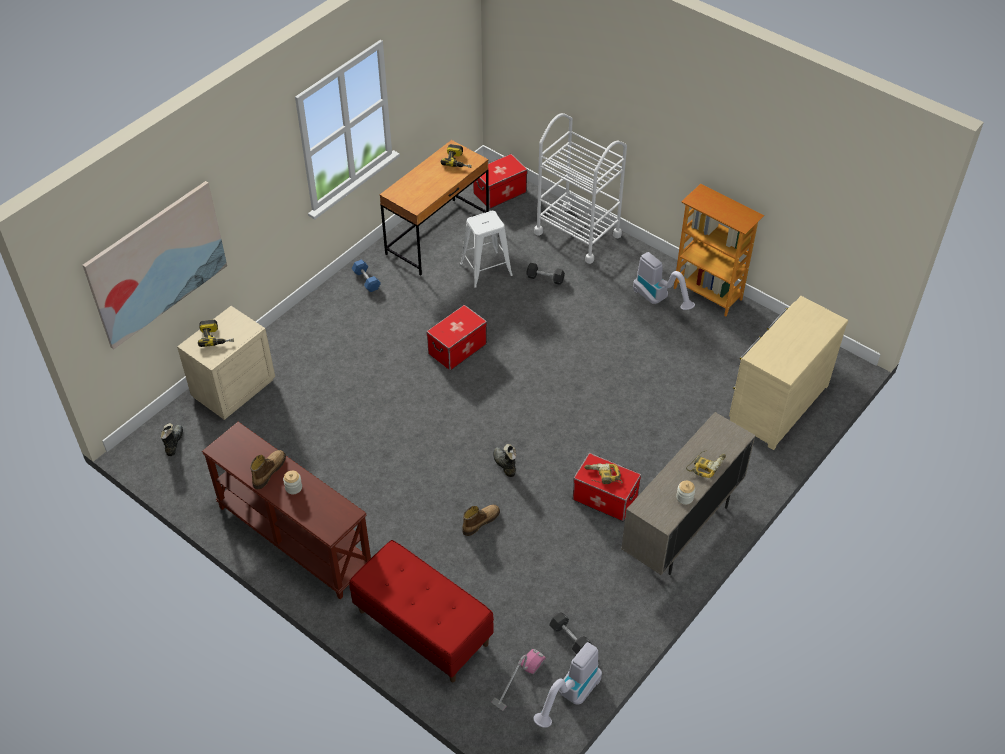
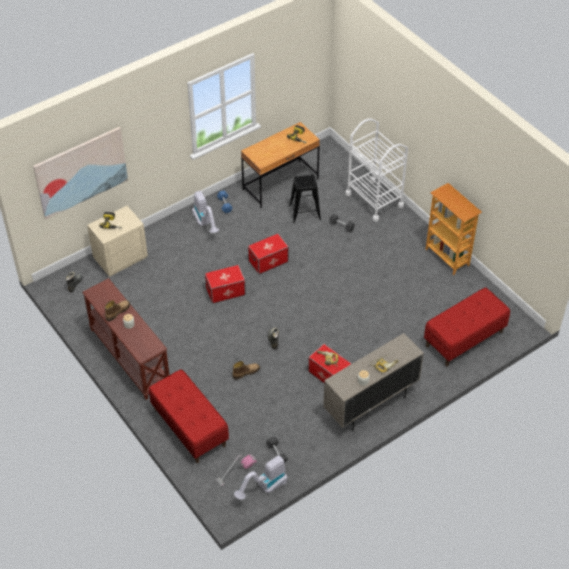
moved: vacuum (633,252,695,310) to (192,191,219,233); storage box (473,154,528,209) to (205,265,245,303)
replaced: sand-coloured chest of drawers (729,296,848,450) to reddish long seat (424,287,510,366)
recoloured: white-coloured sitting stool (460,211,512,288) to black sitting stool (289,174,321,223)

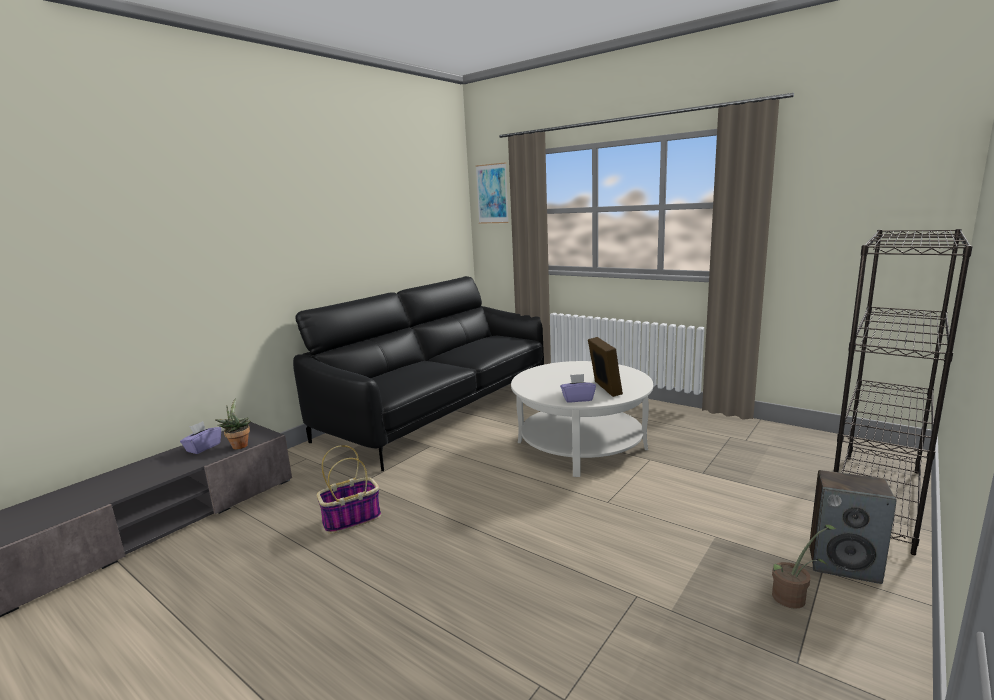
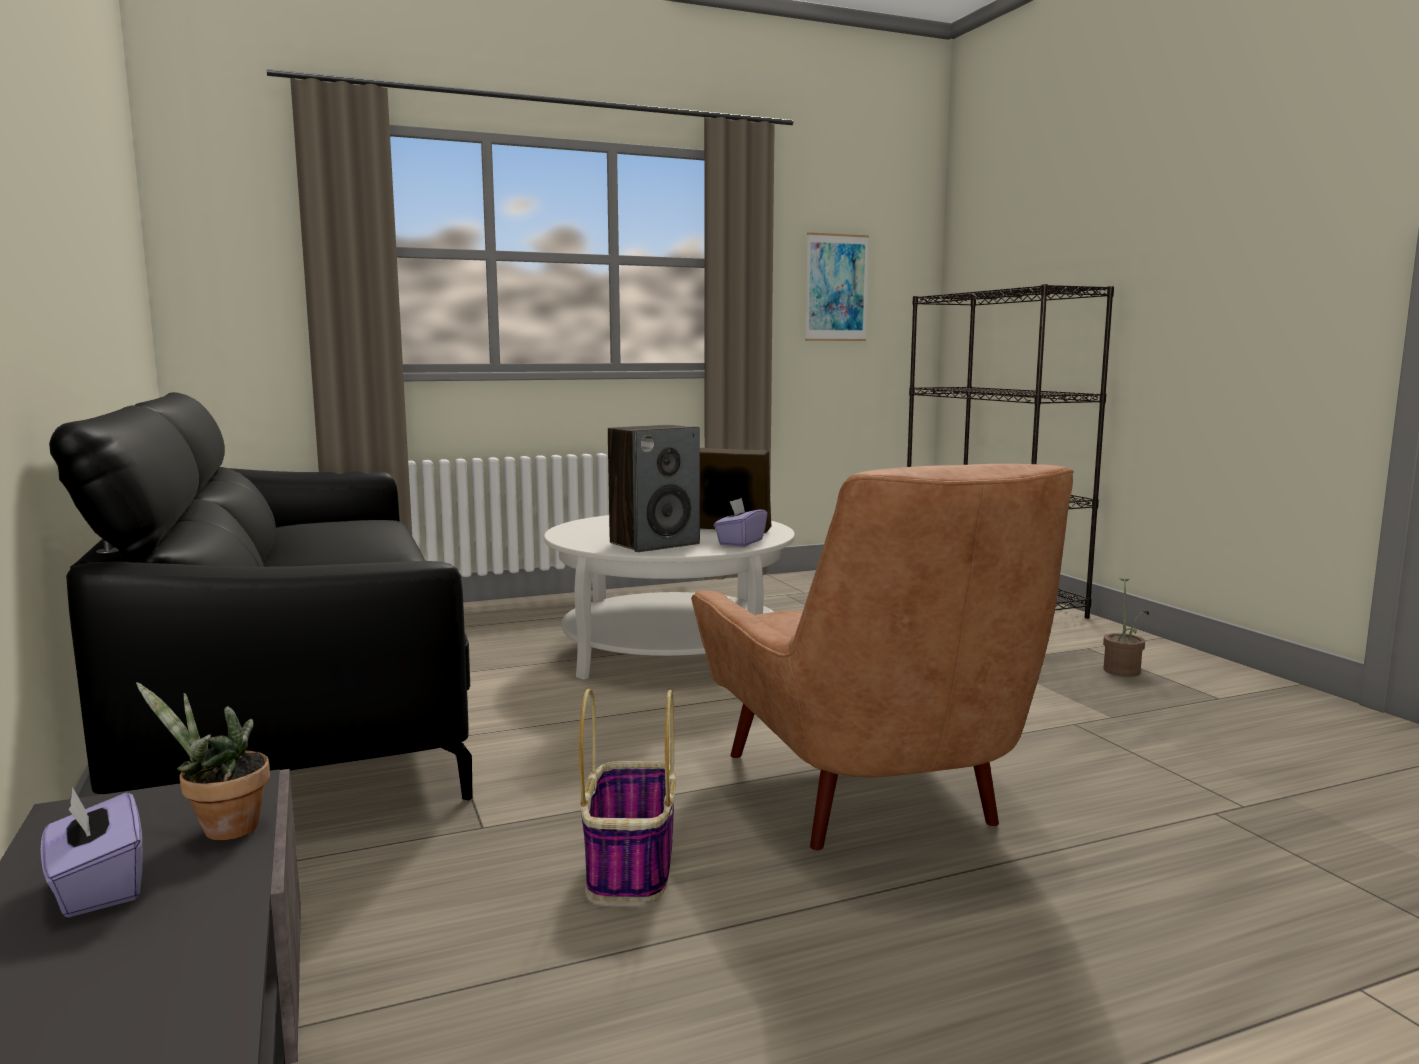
added: brown-coloured armchair (691,464,1074,850)
moved: audio speaker (809,470,897,584) to (608,425,700,552); wall picture (476,162,509,224) to (805,232,869,341)

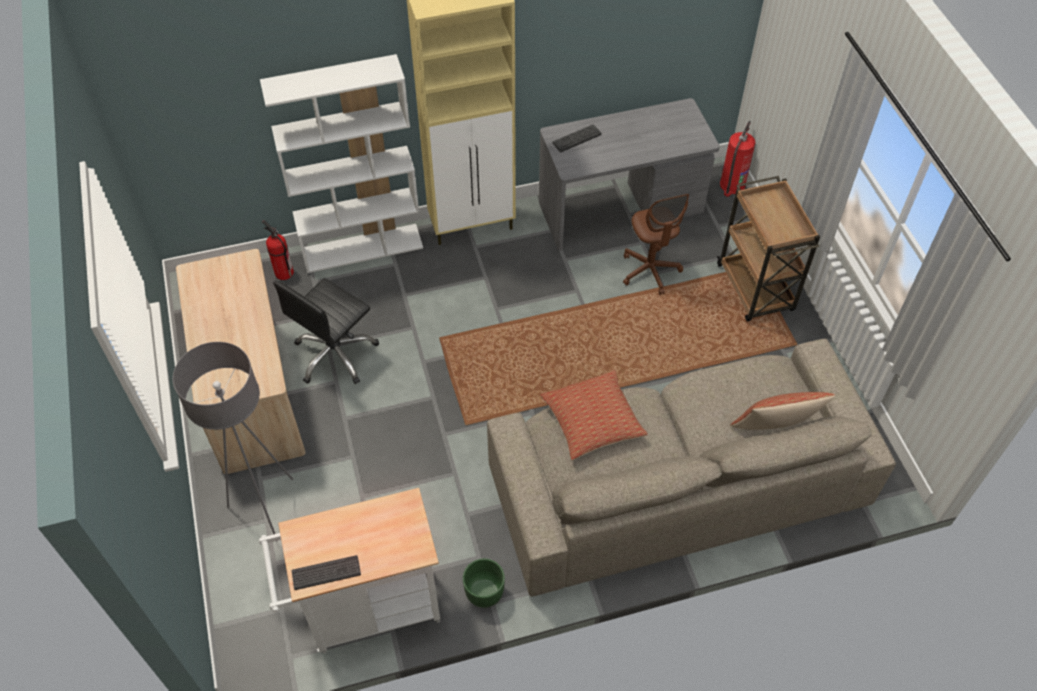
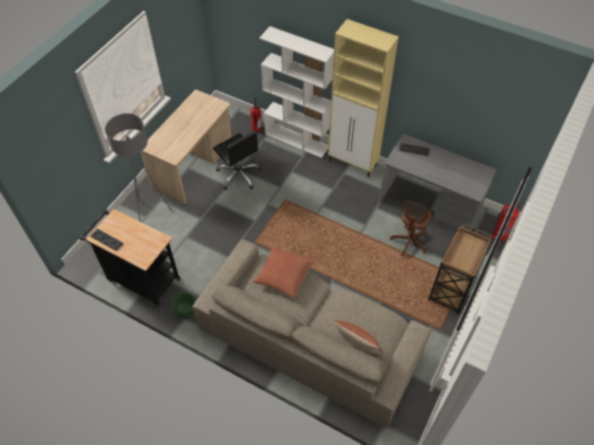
recoloured: white-coloured wheeled cart (259,488,440,654) to black wheeled cart (79,209,181,307)
turned: black computer chair (273,278,379,384) = (213,131,262,190) 120 degrees counterclockwise

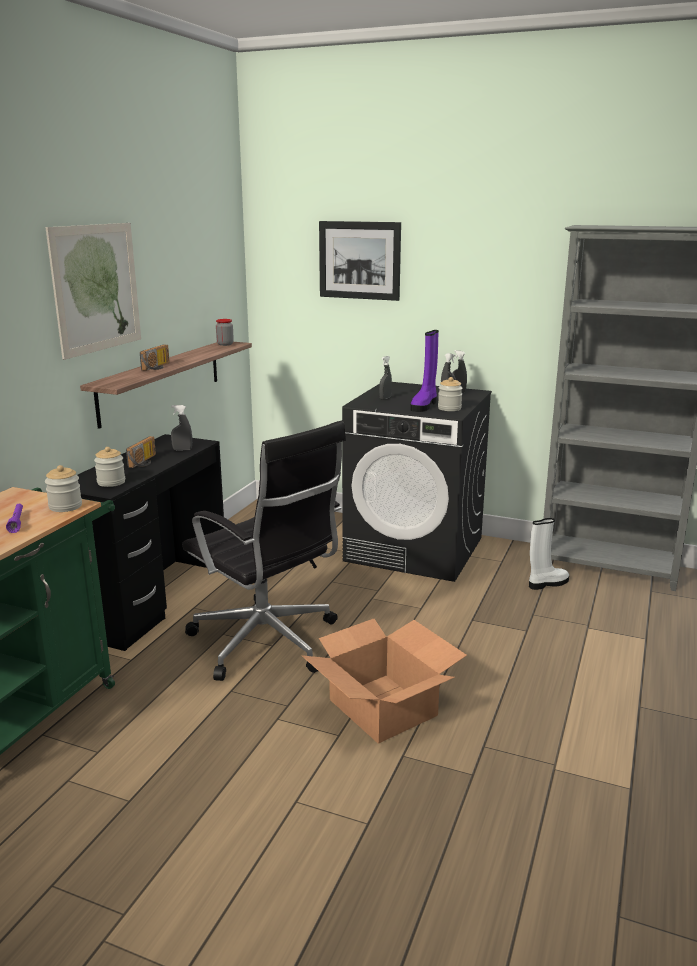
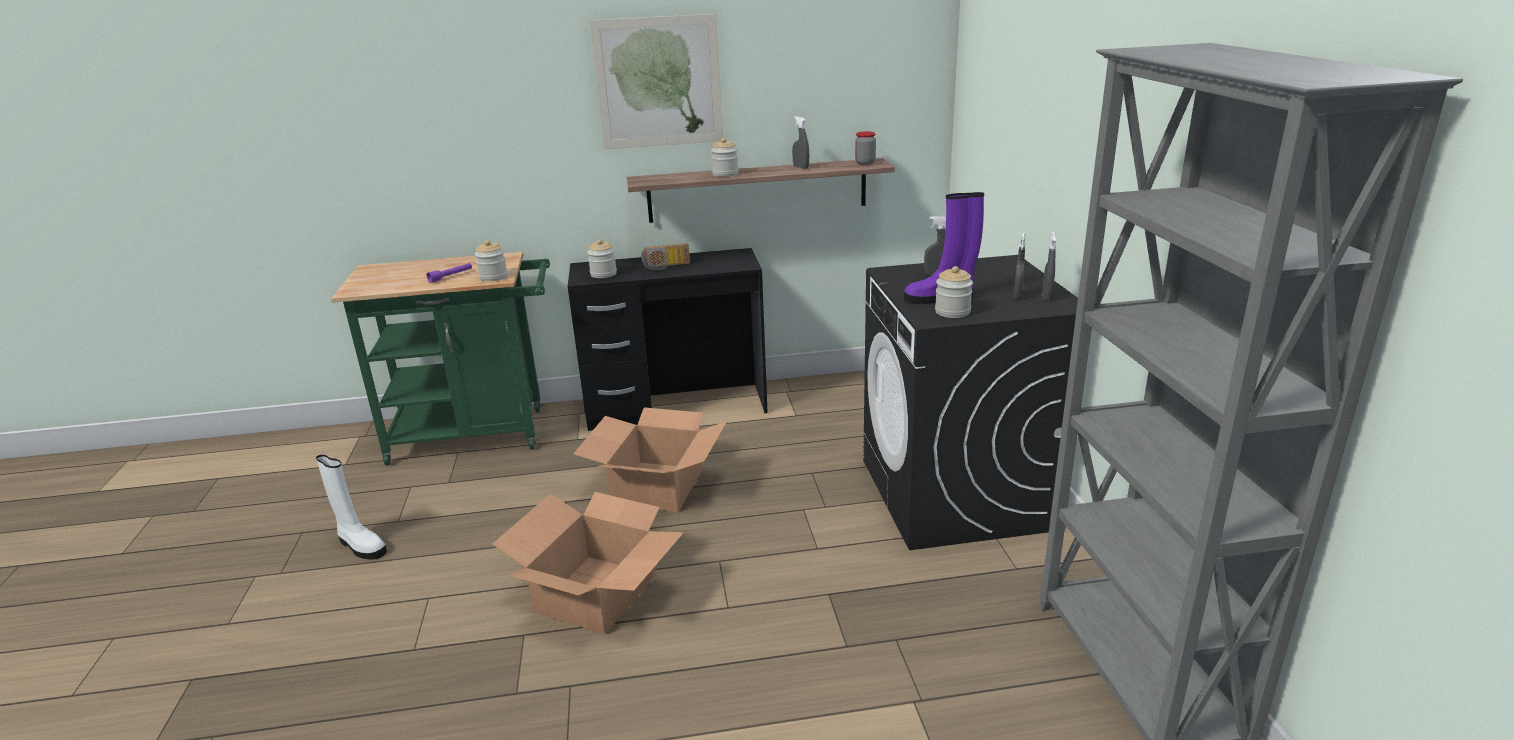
removed: wall picture (319,221,401,301)
moved: white-coloured boot (529,518,569,590) to (316,455,387,560); grey hand sprayer (171,405,192,451) to (792,116,809,169)
replaced: black computer chair (182,421,346,681) to cardboard box (573,407,728,512); radio set (140,344,170,371) to jar (711,138,739,177)

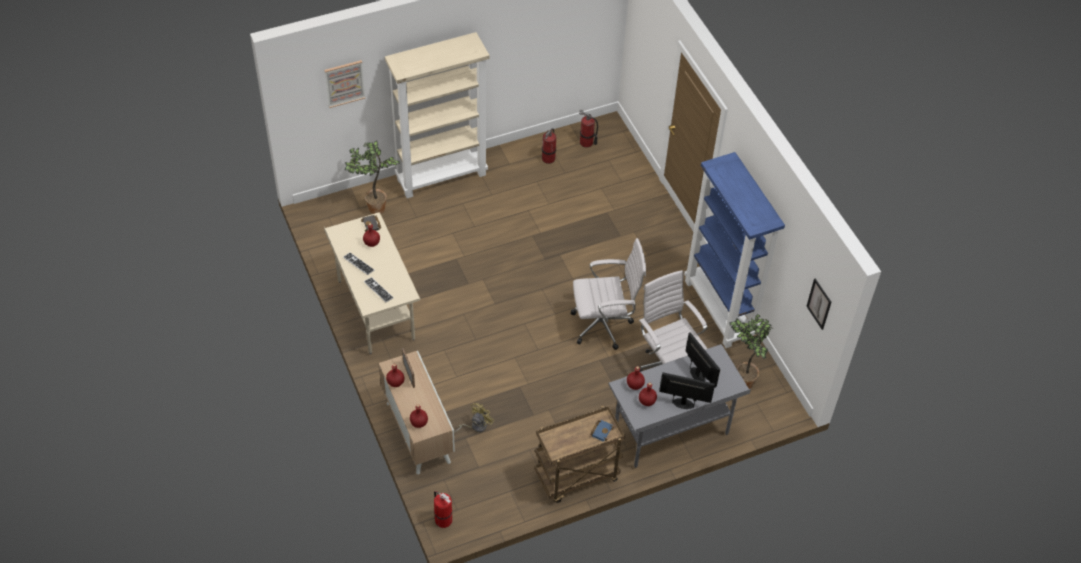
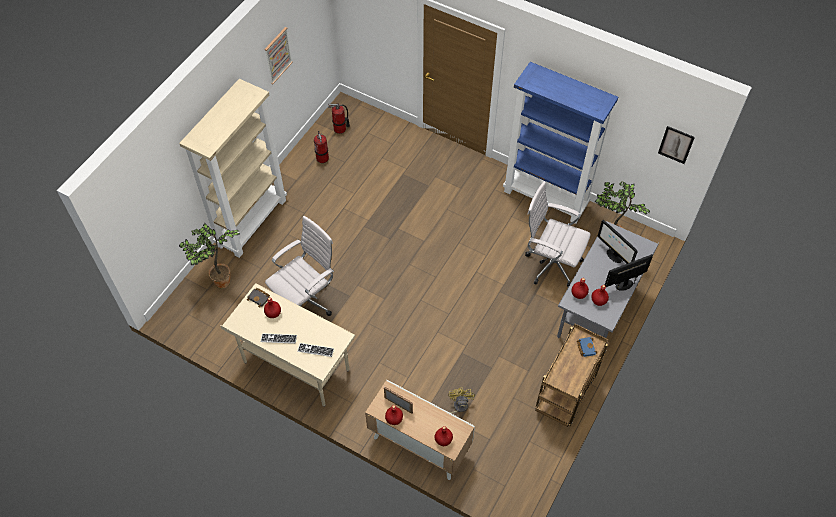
removed: fire-fighting cylinder (434,491,452,528)
moved: wall picture (324,60,365,108) to (265,27,293,84); white-coloured computer chair (571,238,646,350) to (265,216,334,316)
turned: computer display (685,332,720,388) = (597,220,638,264) 150 degrees counterclockwise

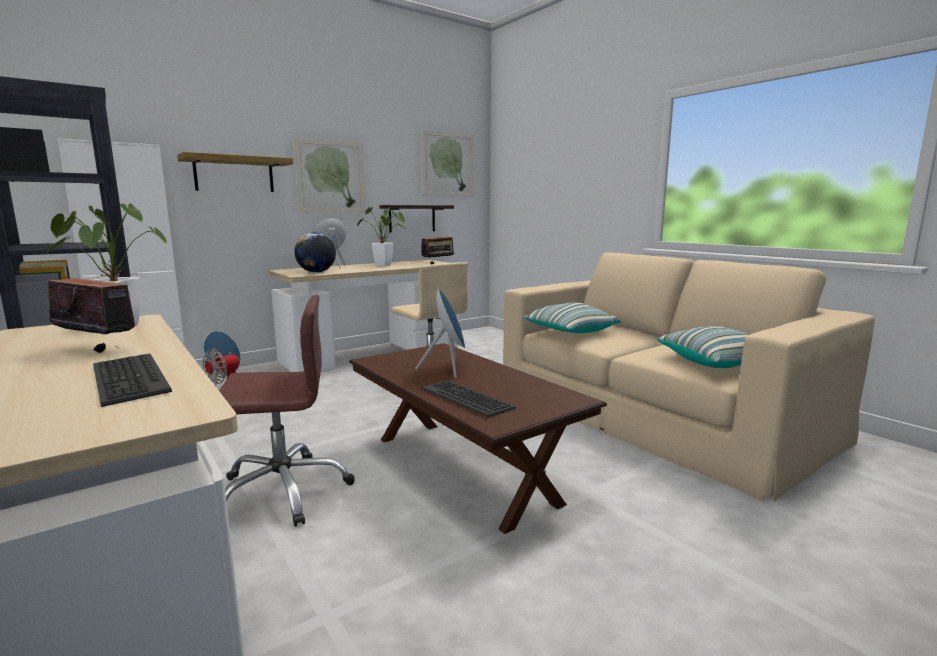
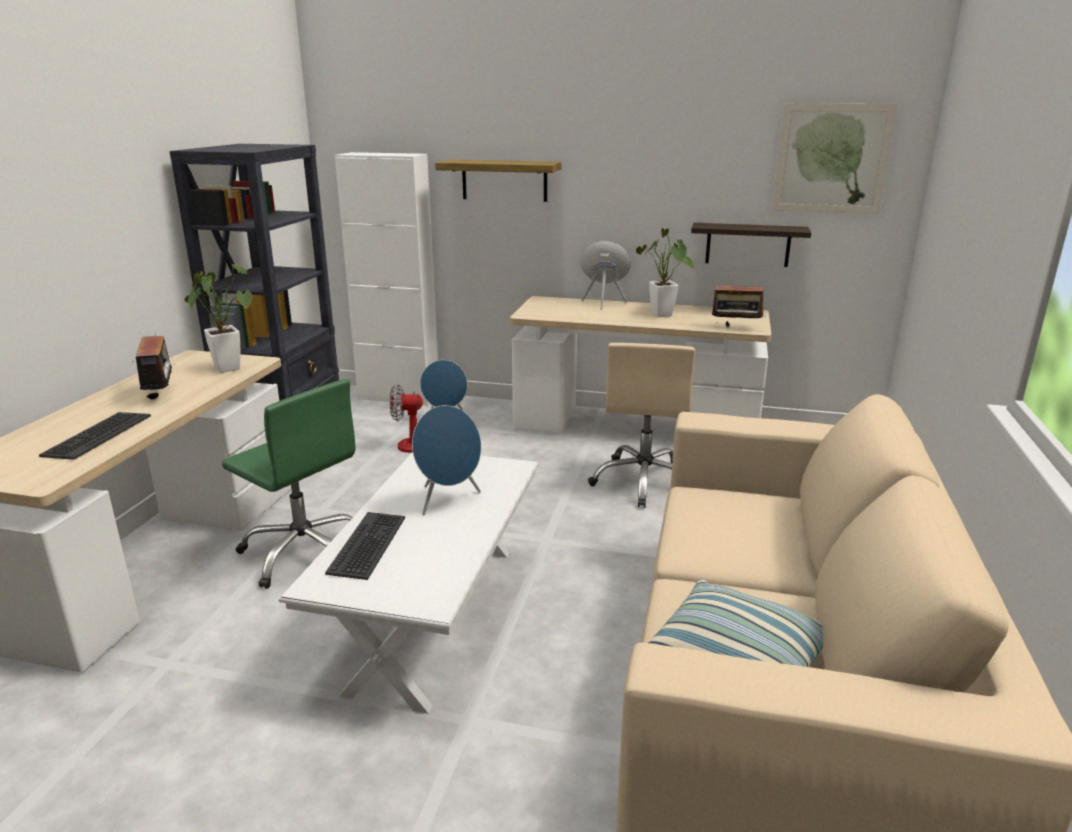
removed: wall picture (294,137,366,214); desk globe (294,232,336,273); throw pillow (522,302,622,333)
recoloured: brown-coloured computer chair (219,295,355,527) to greenish computer chair (222,379,356,589); brown-coloured lounge table (349,343,607,534) to white-coloured lounge table (279,452,539,714)

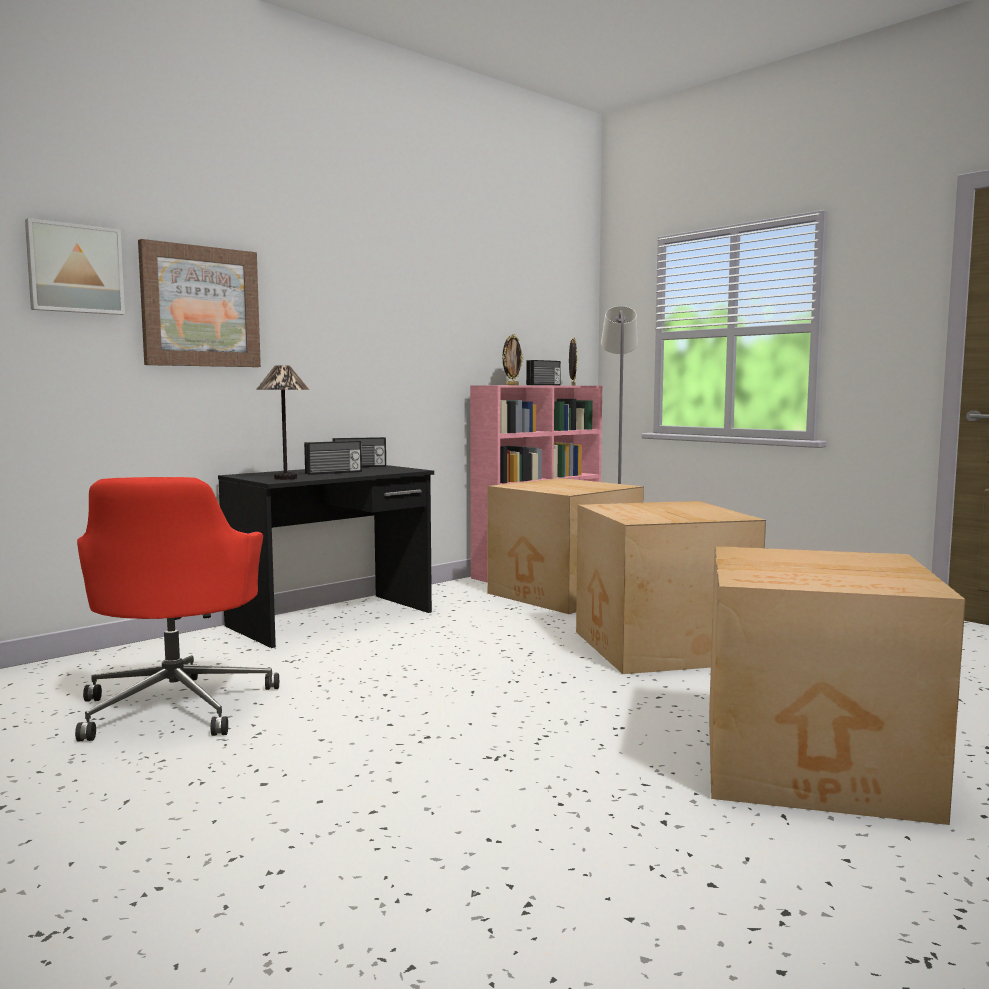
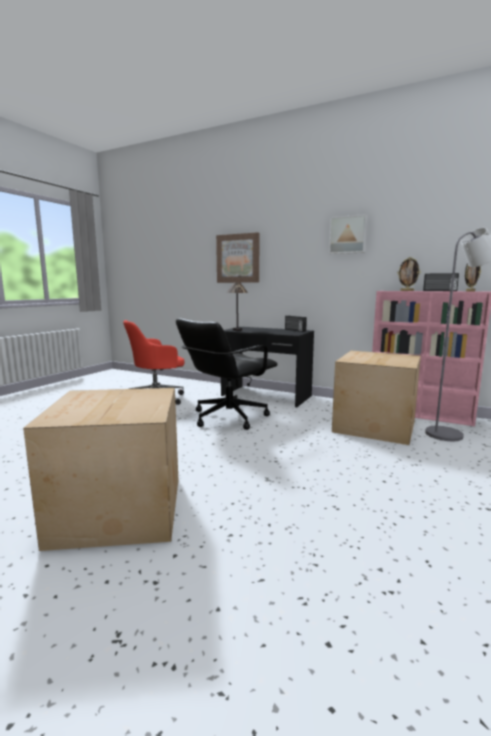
removed: radio set (304,441,362,475); cardboard box (576,501,766,674)
added: black computer chair (176,318,278,430)
moved: wall picture (25,218,125,315) to (329,214,368,254)

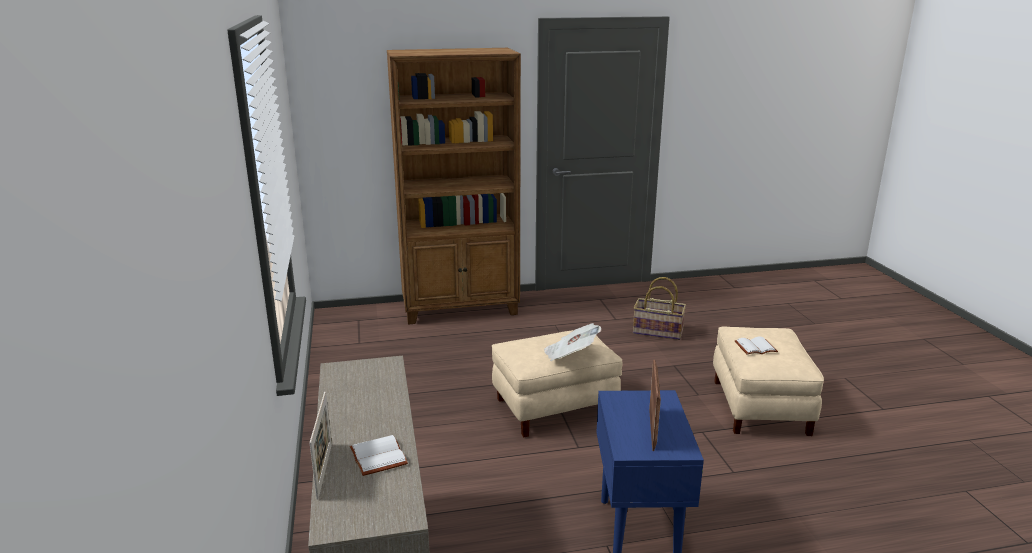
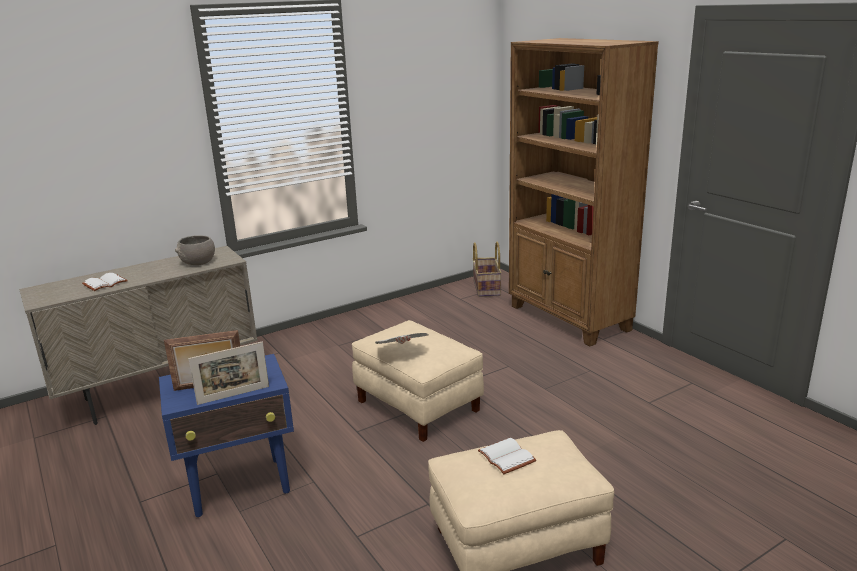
added: grey serving bowl (175,235,215,265)
moved: standing frame (309,392,332,500) to (188,342,269,405); household basket (633,277,686,340) to (473,242,502,297)

